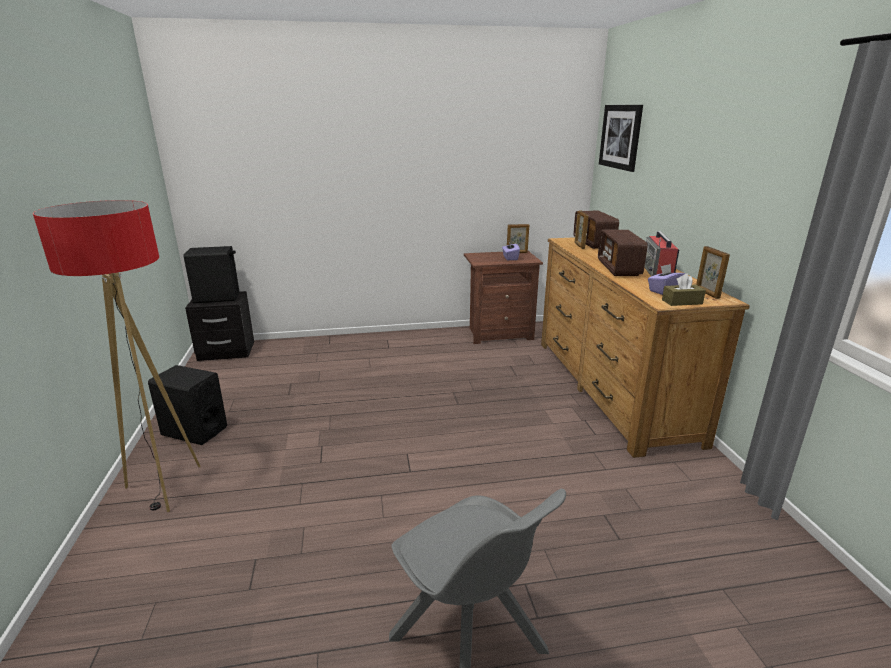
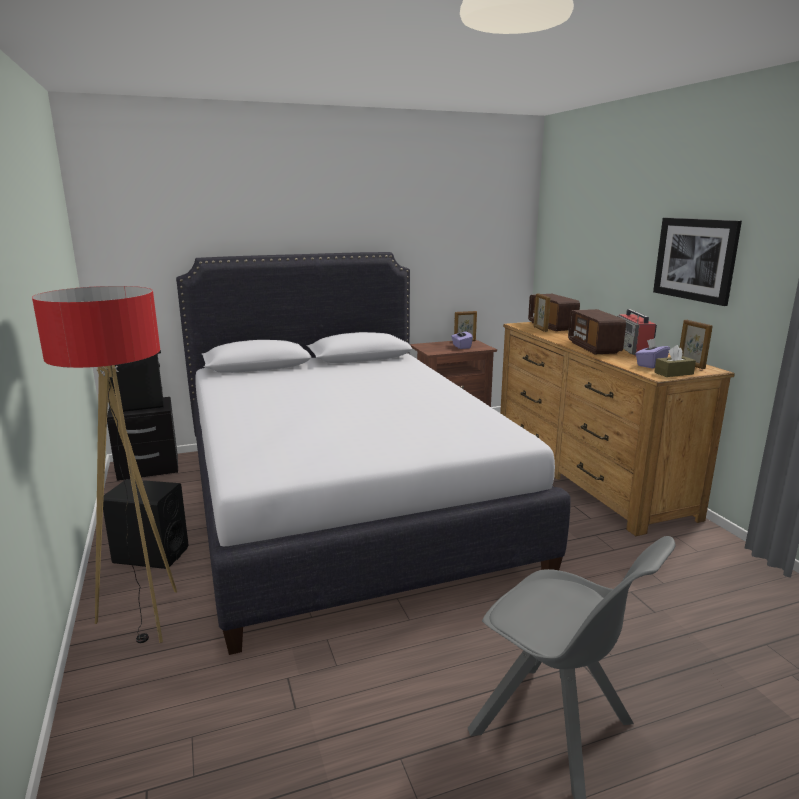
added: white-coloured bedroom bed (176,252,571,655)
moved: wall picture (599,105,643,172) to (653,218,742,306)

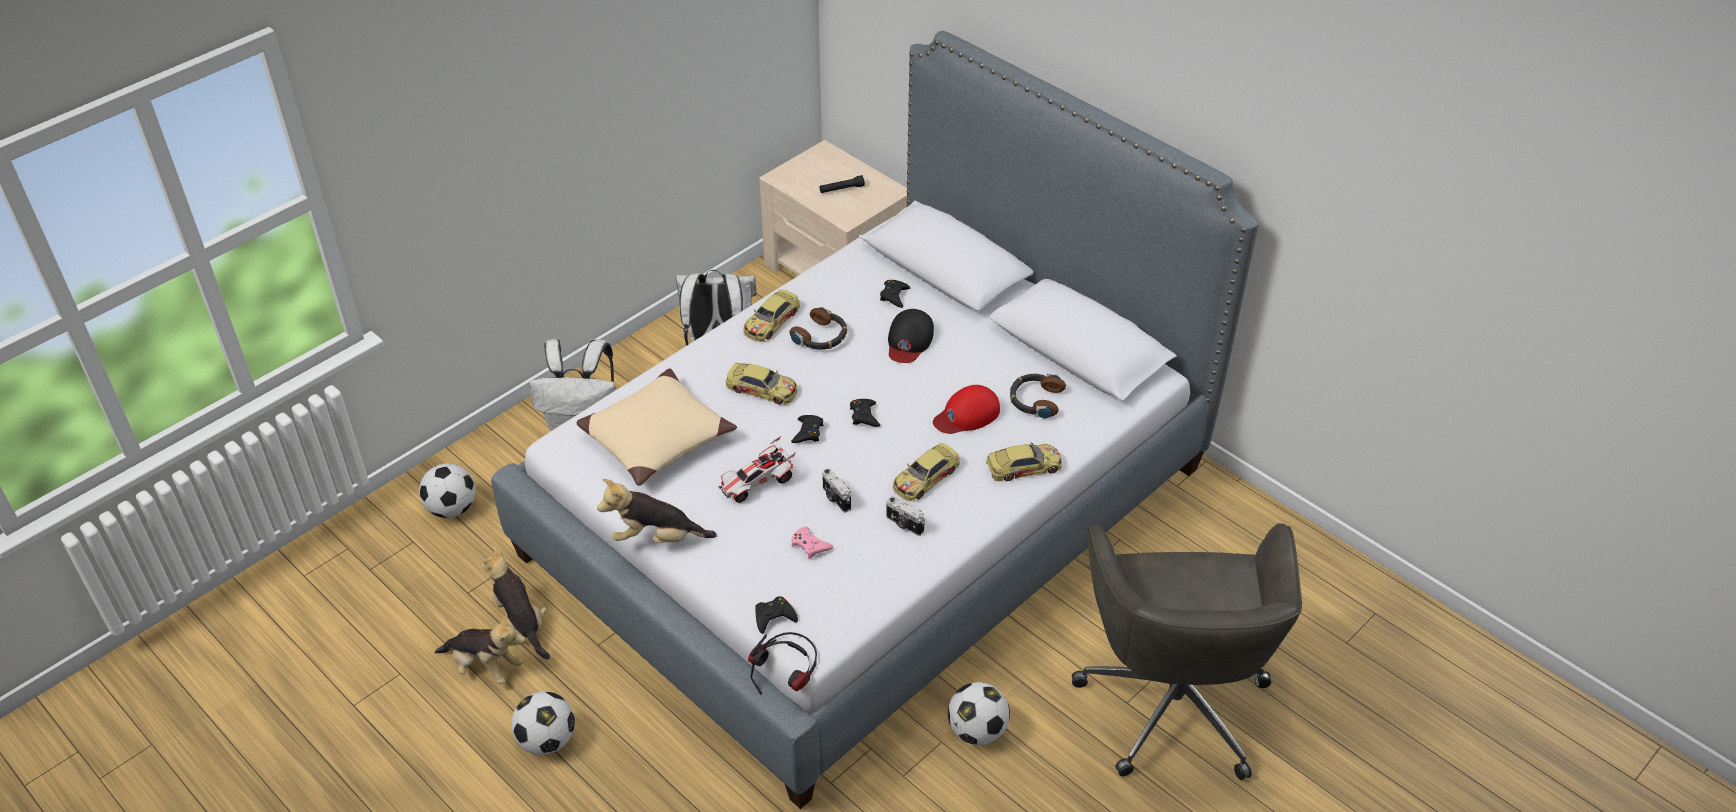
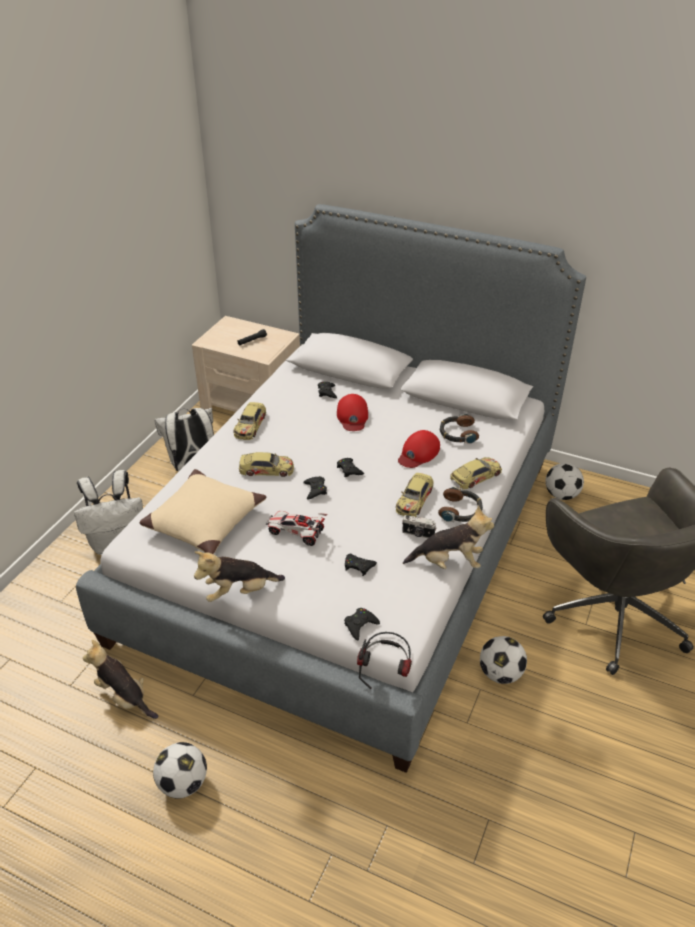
removed: photo camera (822,468,851,513)
moved: cuddly toy (435,614,526,684) to (403,506,494,569); pair of headphones (790,307,847,350) to (438,487,483,522); football ball (419,463,475,518) to (545,463,584,500)
recoloured: black baseball cap (888,309,934,363) to reddish baseball cap (337,394,368,431); pink-coloured game controller (791,527,833,559) to black game controller (345,554,377,576)
turned: model car (719,436,796,503) = (266,511,327,546) 75 degrees clockwise

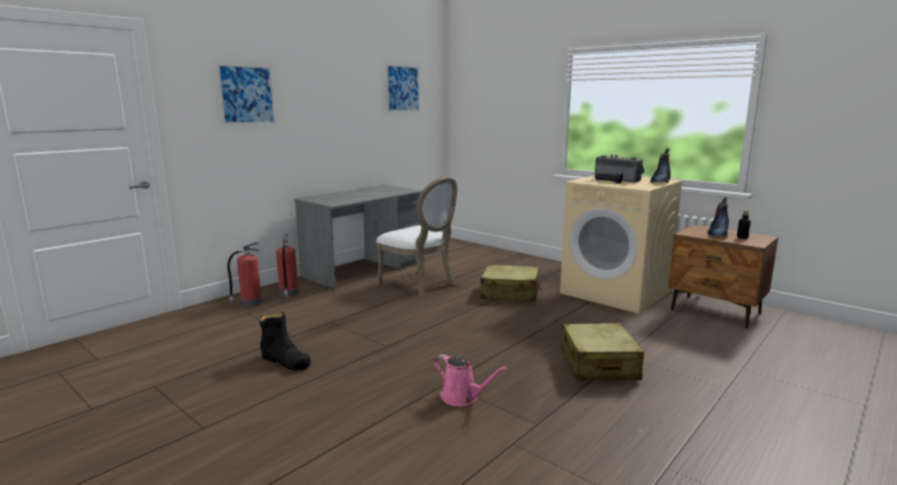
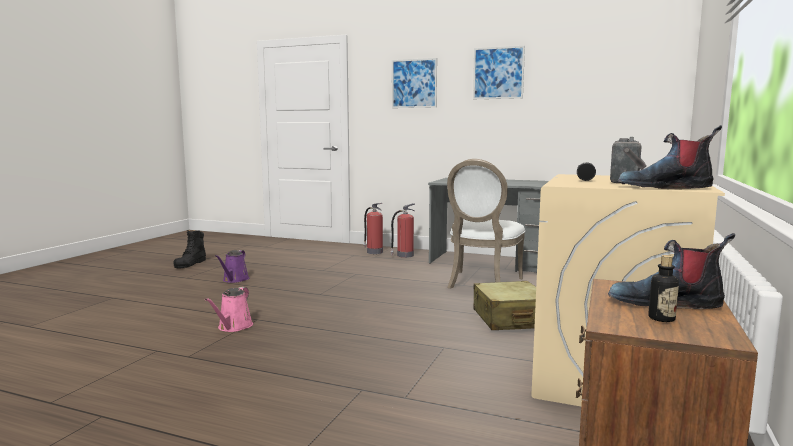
removed: sand-coloured suitcase (562,323,644,381)
added: purple-coloured watering can (215,250,249,283)
moved: black boot (259,312,311,371) to (174,230,206,268); wall picture (386,64,420,112) to (473,46,525,99)

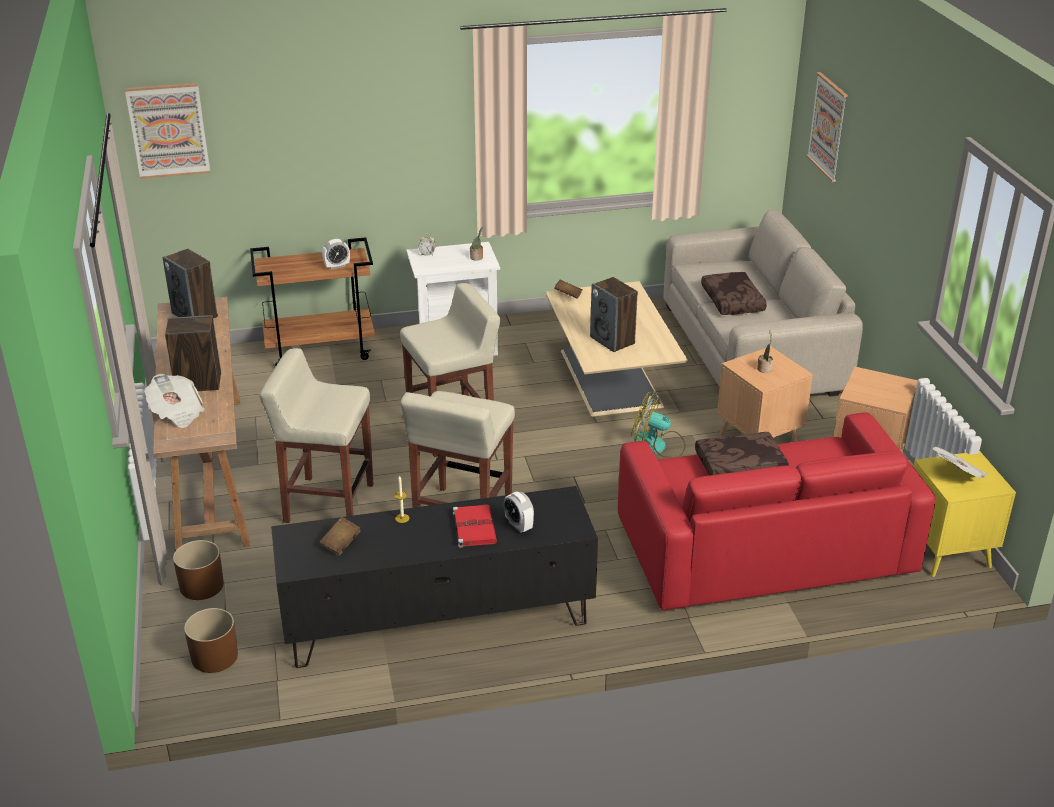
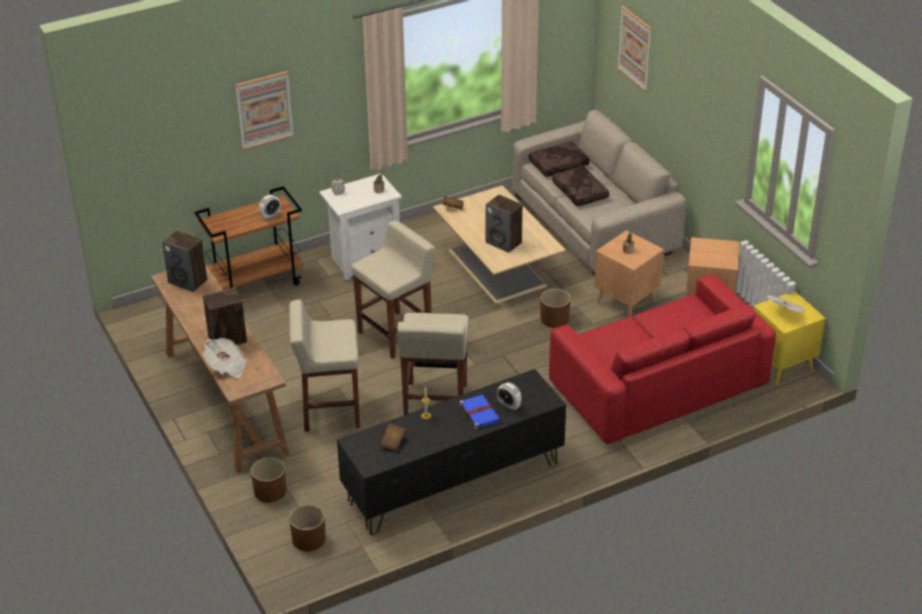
moved: wall picture (125,83,210,179) to (235,71,294,150); brown-coloured throw pillow (695,432,789,476) to (529,141,590,177)
replaced: cooling fan (631,391,685,458) to brown-coloured planter (540,289,571,328)
recoloured: reddish volume (453,505,497,548) to bluish volume (459,395,500,429)

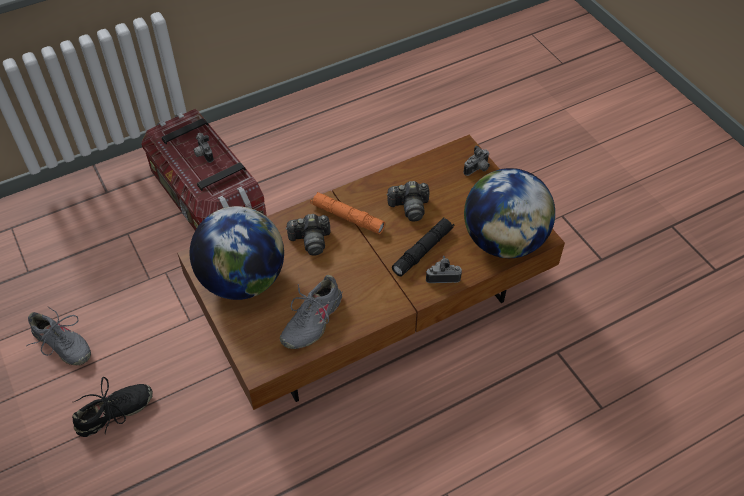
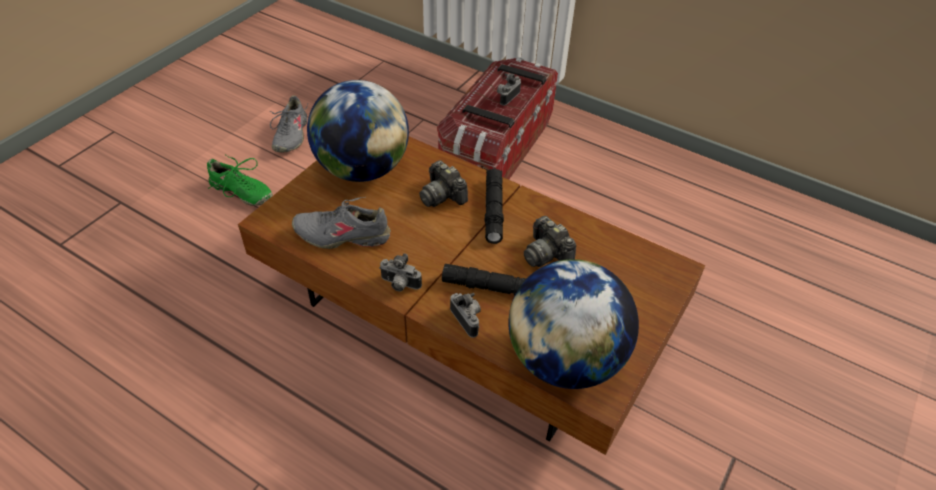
moved: photo camera (463,145,490,176) to (379,253,422,292)
recoloured: black low shoe (72,377,153,437) to greenish low shoe (207,155,273,206); orangey torch (310,192,385,234) to black torch (485,169,504,244)

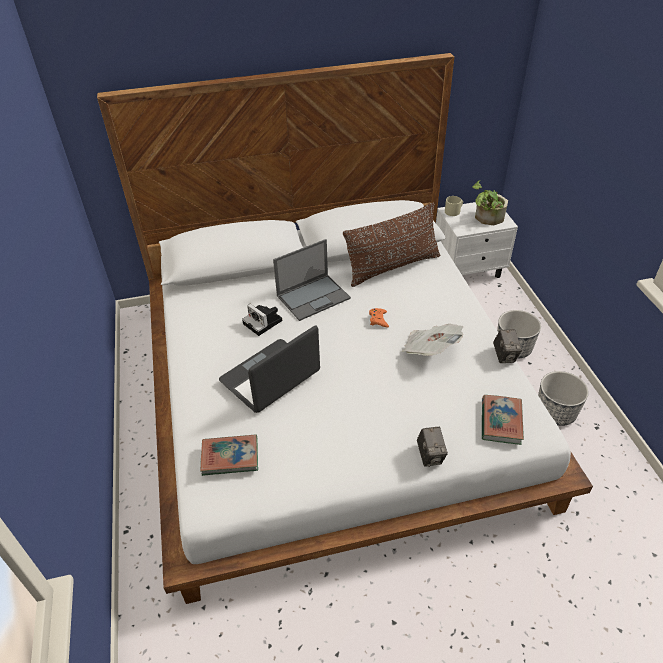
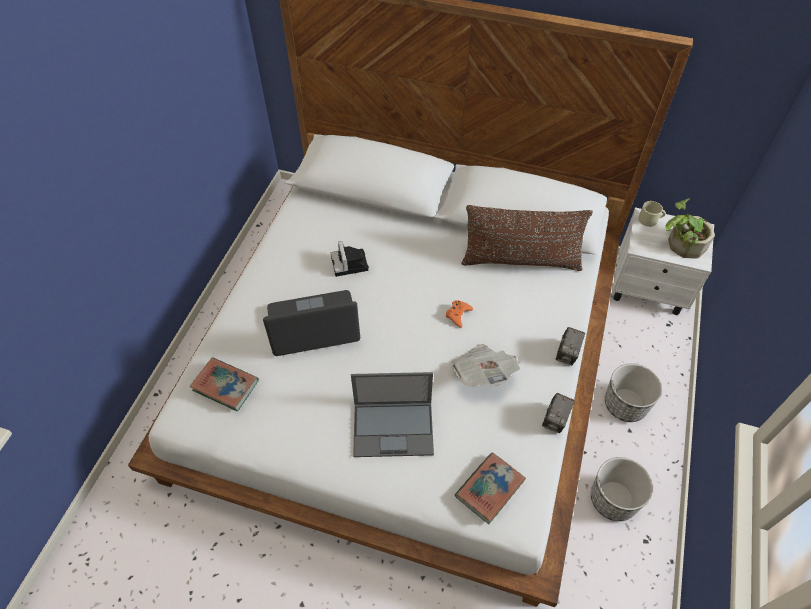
moved: notebook computer (273,239,351,321) to (351,372,434,457); photo camera (417,427,448,467) to (556,327,585,365)

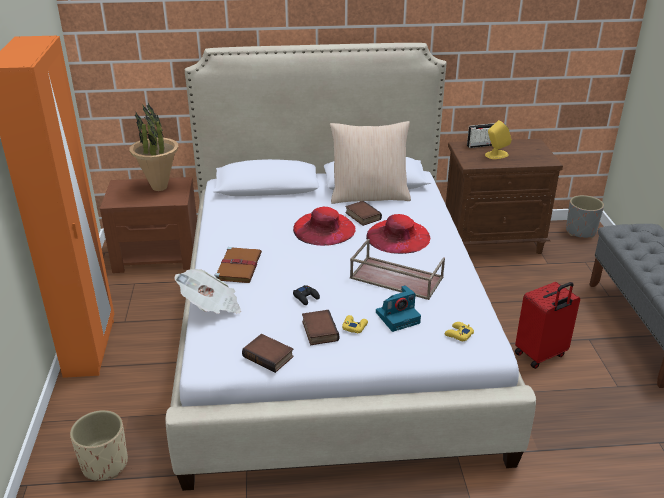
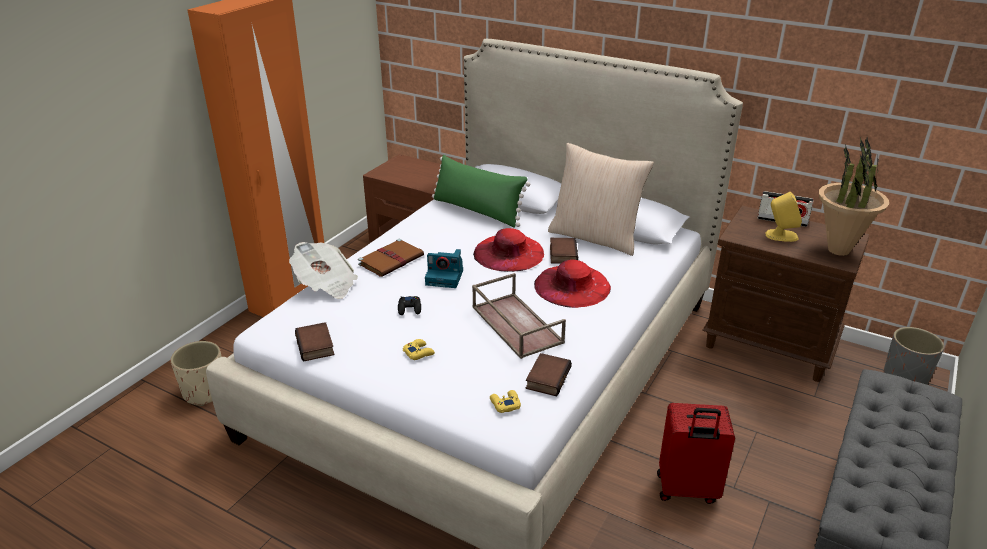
added: greenish throw pillow (432,155,530,228)
moved: photo camera (376,285,421,332) to (425,249,463,288); volume (302,310,339,345) to (526,353,572,396); houseplant (130,103,178,191) to (819,137,889,256)

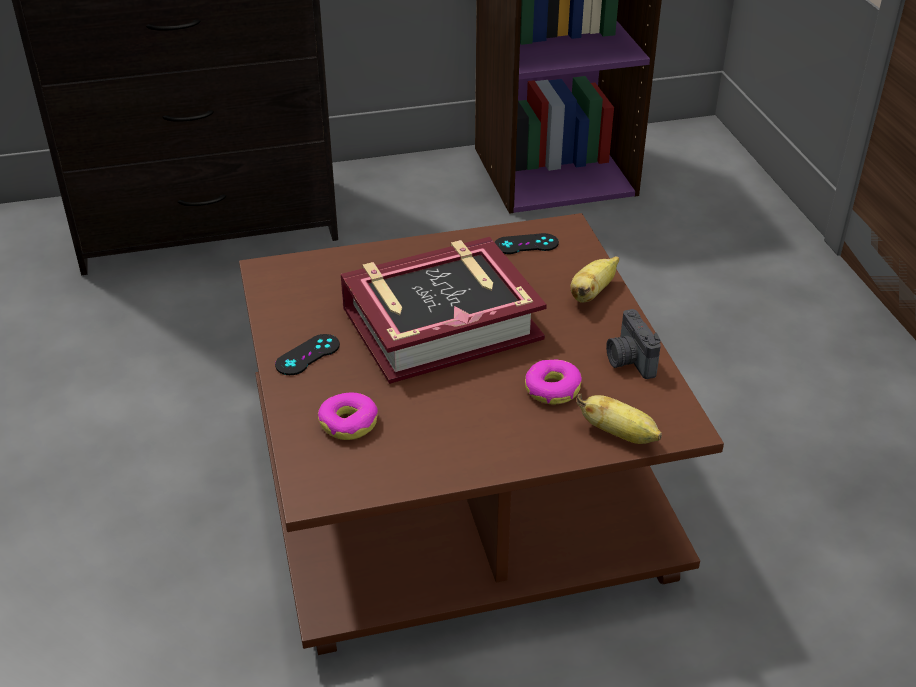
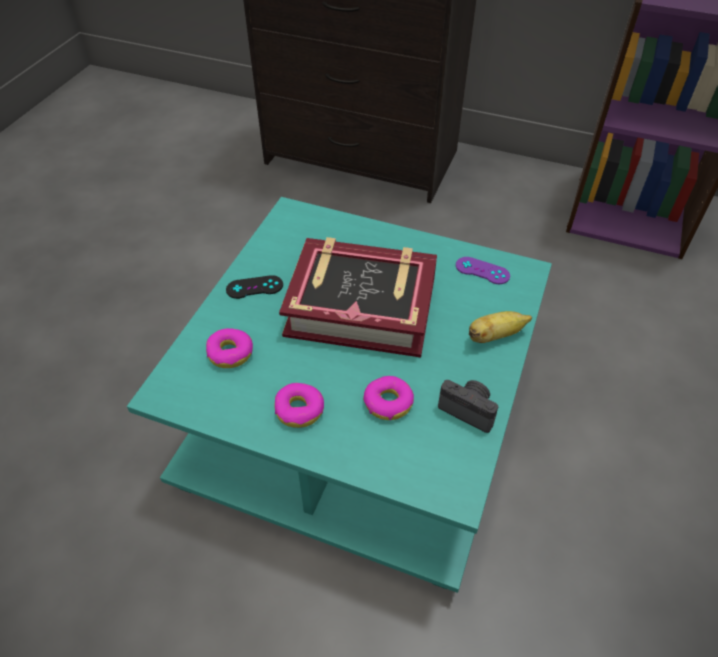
removed: whole banana (577,394,662,444)
added: doughnut (274,383,324,428)
recoloured: brown-coloured lounge table (239,213,724,655) to turquoise-coloured lounge table (127,197,552,593); black game controller (495,233,559,254) to purple-coloured game controller (456,257,510,284)
turned: photo camera (606,309,661,379) = (438,380,498,433) 105 degrees clockwise

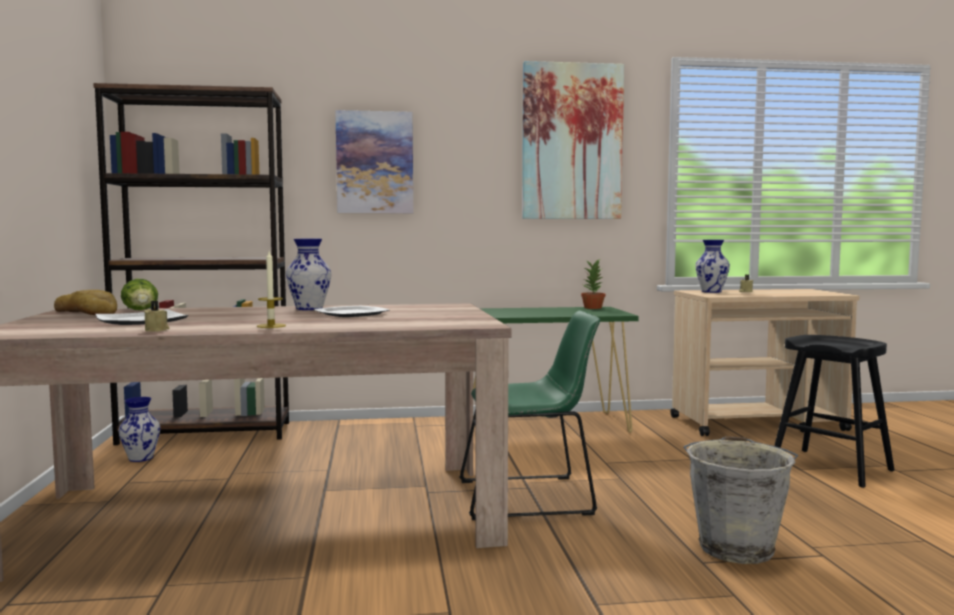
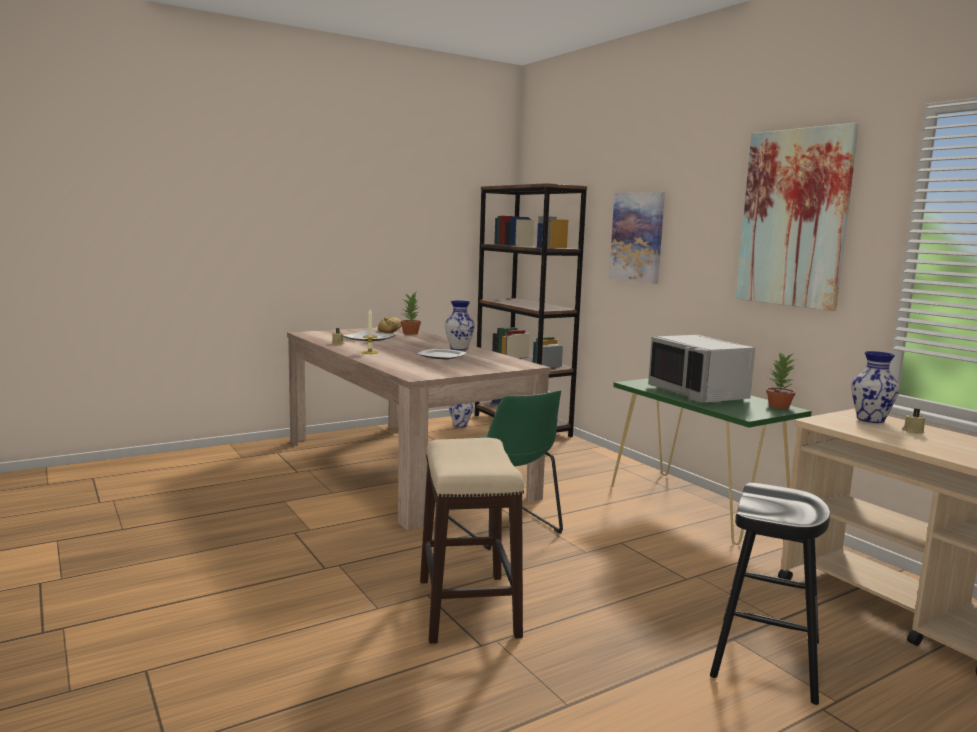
added: grey microwave (648,335,755,403)
replaced: lettuce (121,279,158,310) to houseplant (401,292,421,335); grey pail (684,436,798,564) to sitting stool (420,438,524,644)

